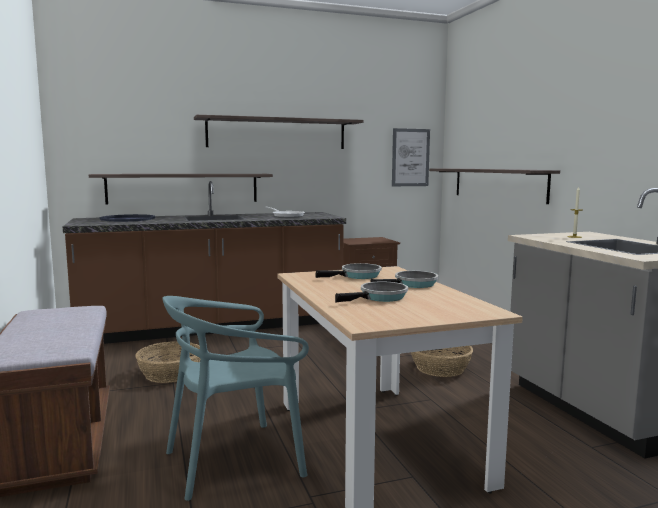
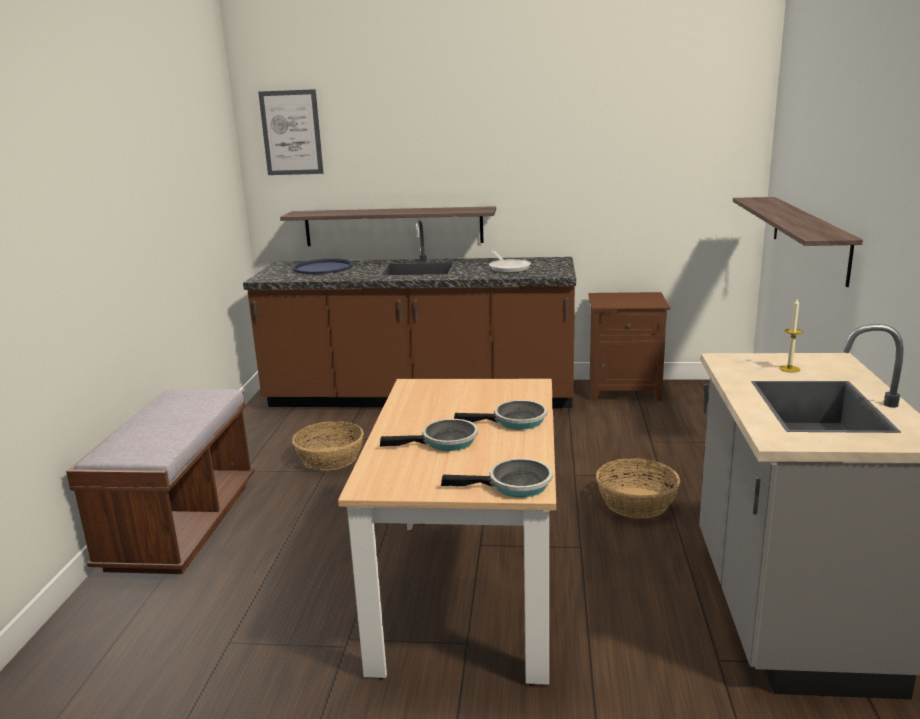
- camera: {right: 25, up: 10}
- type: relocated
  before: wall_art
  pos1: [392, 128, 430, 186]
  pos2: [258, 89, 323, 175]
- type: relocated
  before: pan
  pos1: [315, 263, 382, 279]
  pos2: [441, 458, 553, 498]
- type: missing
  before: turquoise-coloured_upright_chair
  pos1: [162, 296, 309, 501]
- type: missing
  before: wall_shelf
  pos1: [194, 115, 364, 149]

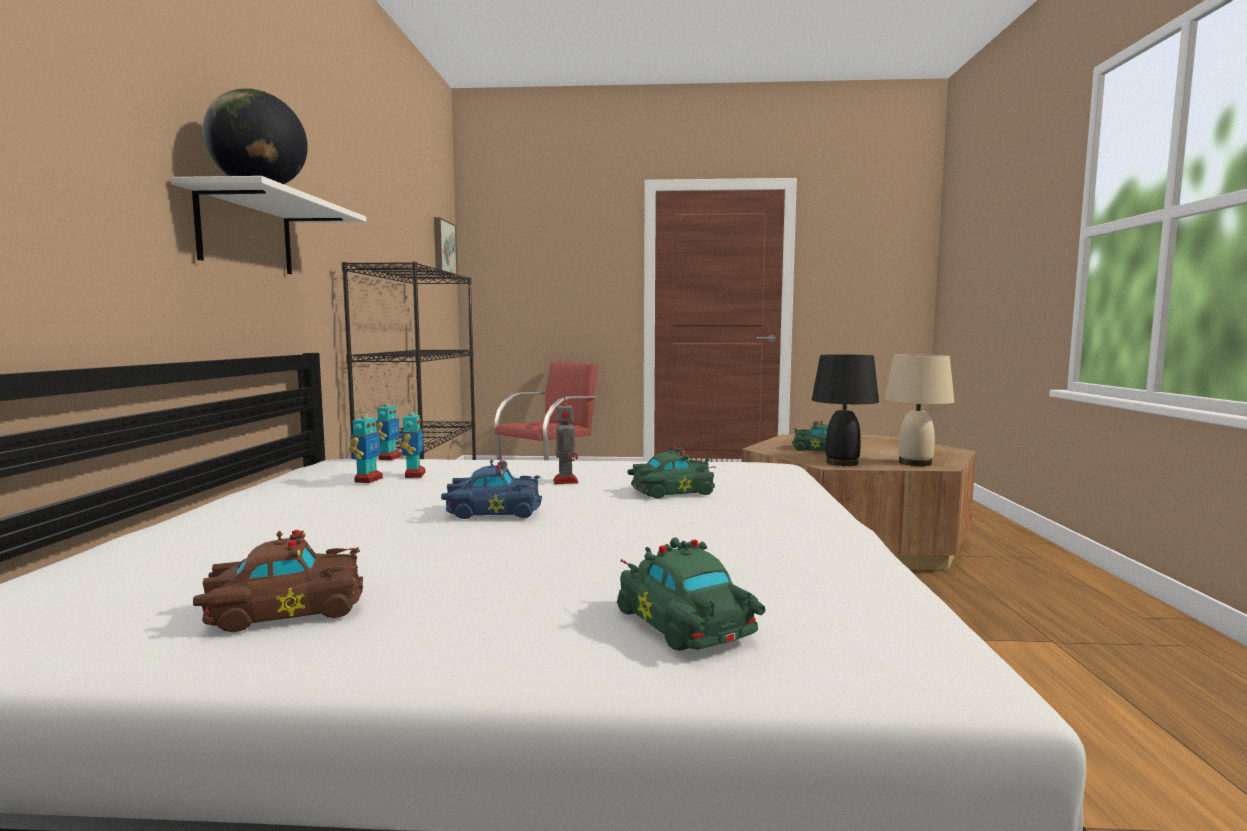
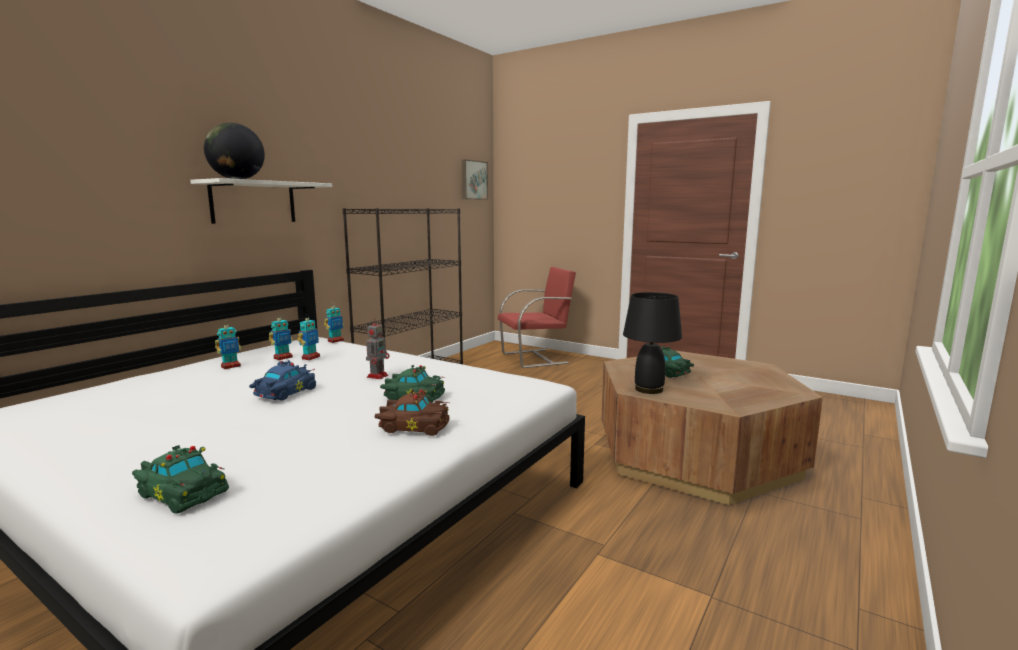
- camera: {right: 30, up: 5}
- type: spun
  before: greenish_miniature_car
  pos1: [617, 538, 765, 651]
  pos2: [132, 445, 229, 514]
  turn: 120
- type: appeared
  after: model_robot
  pos2: [215, 321, 241, 369]
- type: spun
  before: blue_miniature_car
  pos1: [441, 459, 542, 519]
  pos2: [249, 360, 316, 400]
  turn: -90
- type: relocated
  before: brown-coloured_miniature_car
  pos1: [193, 530, 363, 632]
  pos2: [375, 389, 450, 436]
- type: missing
  before: sand-coloured_tabletop_lamp
  pos1: [884, 354, 954, 466]

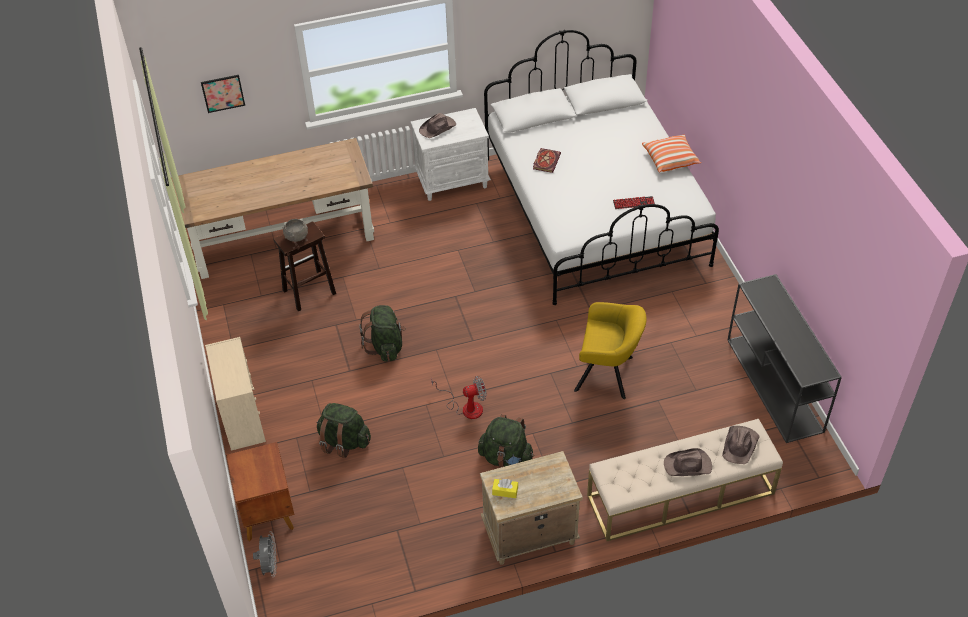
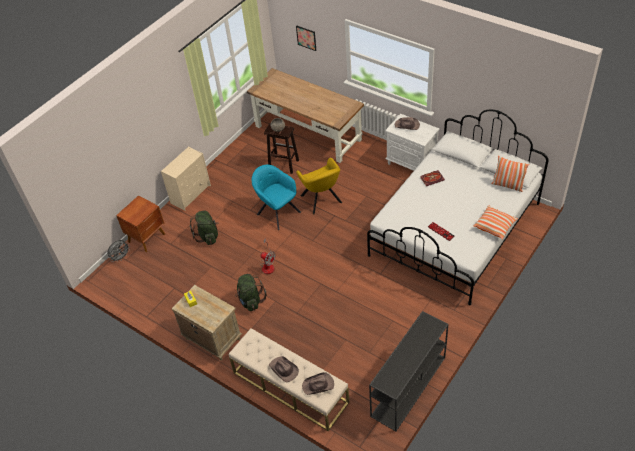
- camera: {right: 55, up: 0}
- type: exchanged
  before: greenish_knapsack
  after: turquoise-coloured_lounge_chair
  pos1: [359, 305, 406, 362]
  pos2: [252, 165, 301, 230]
- type: relocated
  before: yellow_lounge_chair
  pos1: [574, 302, 646, 399]
  pos2: [296, 158, 342, 215]
- type: appeared
  after: pillow
  pos2: [491, 156, 529, 192]

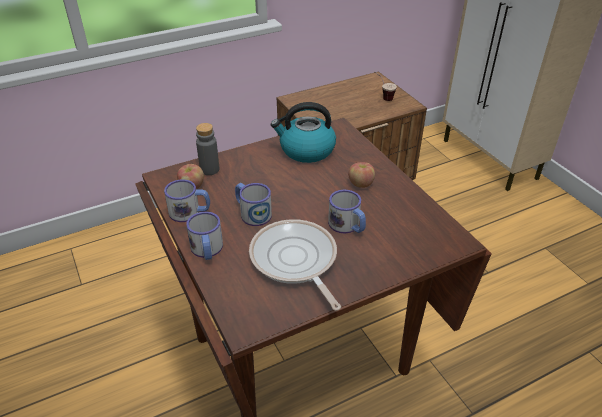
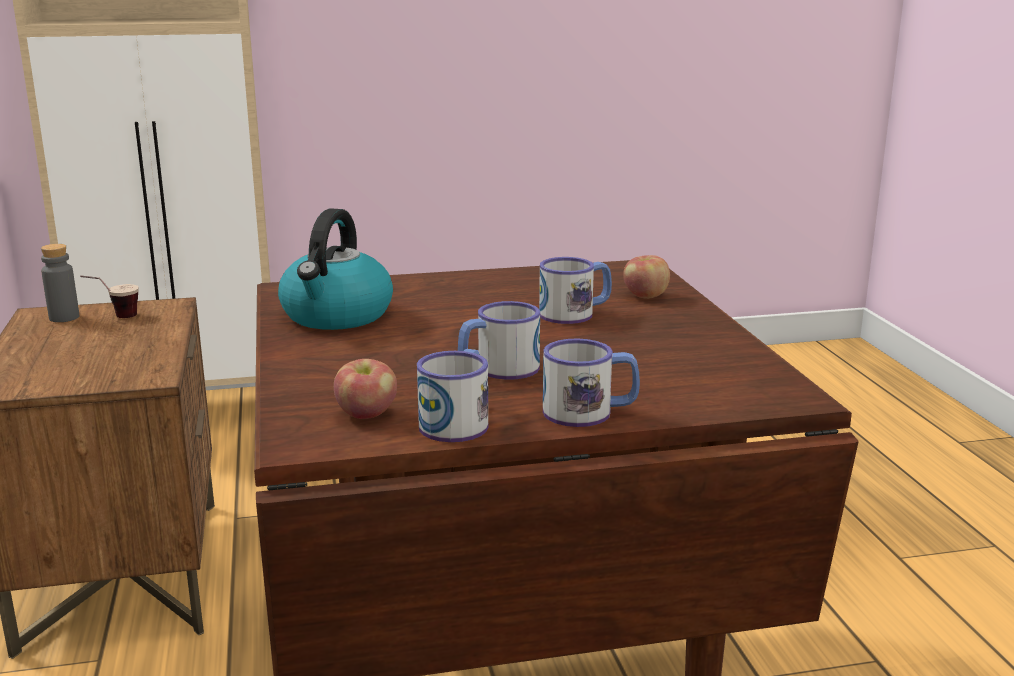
- camera: {right: -75, up: -20}
- type: relocated
  before: greyish_drink_bottle
  pos1: [196, 123, 219, 175]
  pos2: [41, 244, 79, 322]
- type: relocated
  before: apple
  pos1: [348, 162, 375, 188]
  pos2: [623, 255, 670, 299]
- type: missing
  before: pan
  pos1: [249, 219, 341, 311]

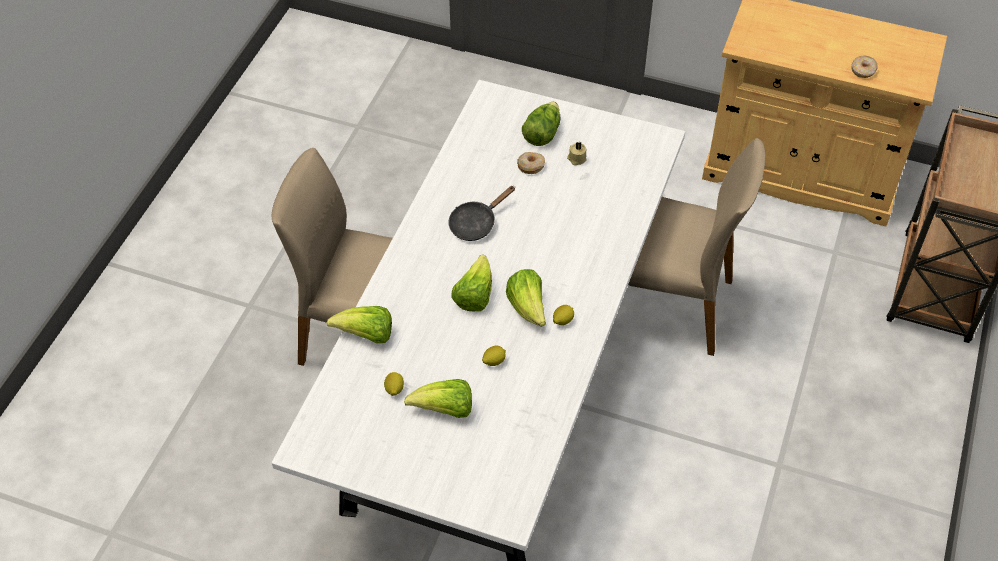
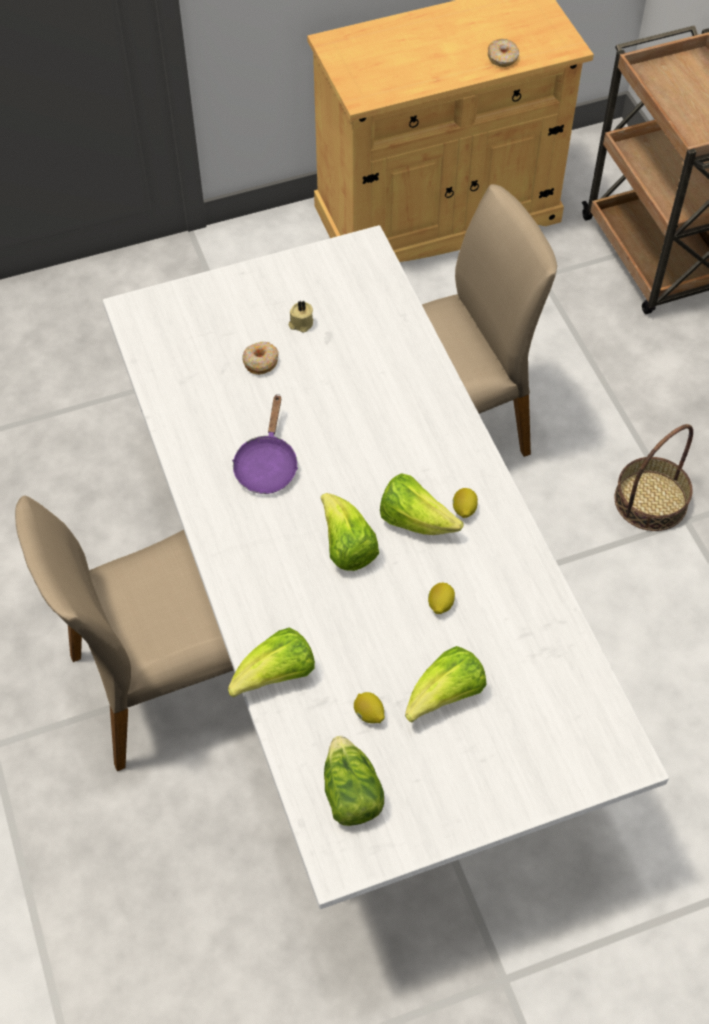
- camera: {right: -40, up: 5}
- type: colour
  before: black-coloured_pan
  after: purple-coloured_pan
  pos1: [448, 186, 515, 241]
  pos2: [232, 394, 298, 494]
- type: relocated
  before: head_of_lettuce
  pos1: [522, 101, 560, 146]
  pos2: [324, 736, 384, 826]
- type: appeared
  after: basket
  pos2: [615, 424, 693, 531]

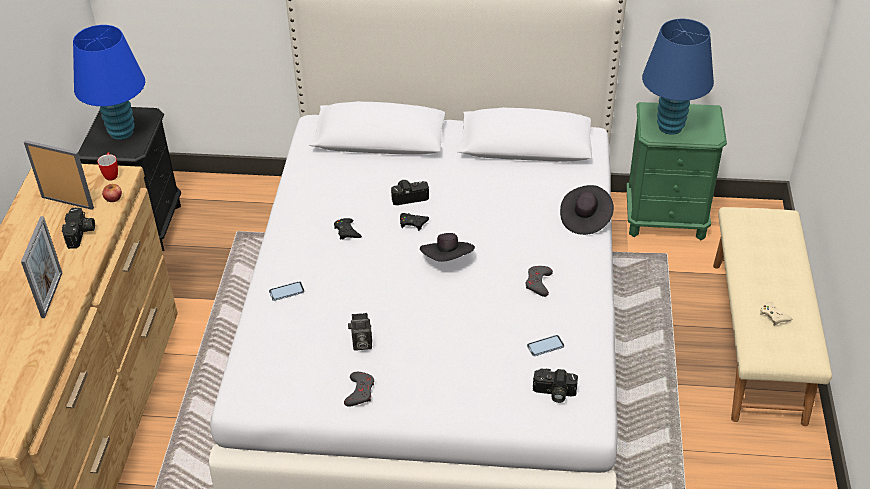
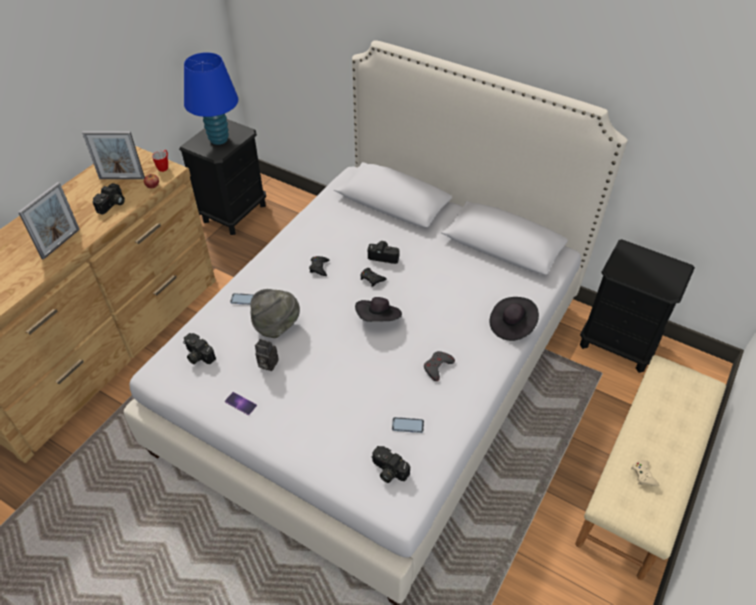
- camera: {right: 25, up: 5}
- type: spun
  before: picture_frame
  pos1: [24, 140, 94, 210]
  pos2: [82, 131, 145, 179]
  turn: 135
- type: appeared
  after: still_camera
  pos2: [183, 333, 216, 364]
- type: exchanged
  before: greyish_joypad
  after: handset
  pos1: [344, 372, 374, 407]
  pos2: [225, 392, 257, 415]
- type: appeared
  after: greyish_clothing_hat
  pos2: [250, 289, 300, 338]
- type: colour
  before: greenish_nightstand
  after: black-coloured_nightstand
  pos1: [626, 102, 727, 240]
  pos2: [580, 239, 695, 373]
- type: missing
  before: blue_tabletop_lamp
  pos1: [642, 19, 714, 135]

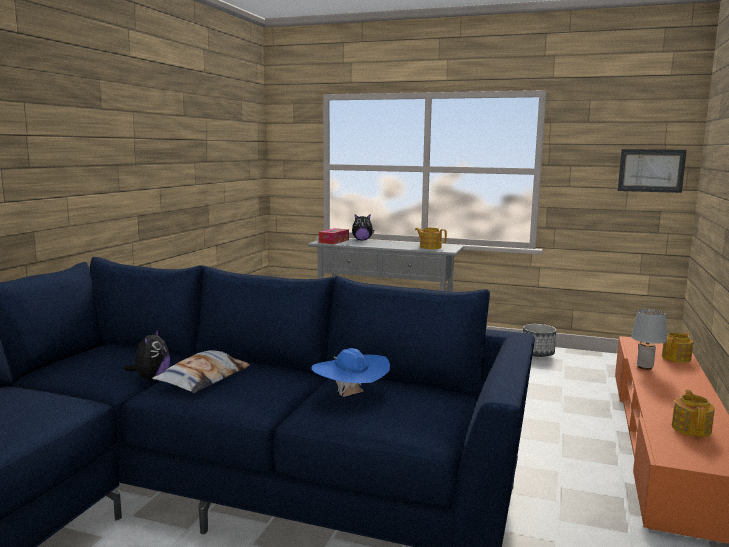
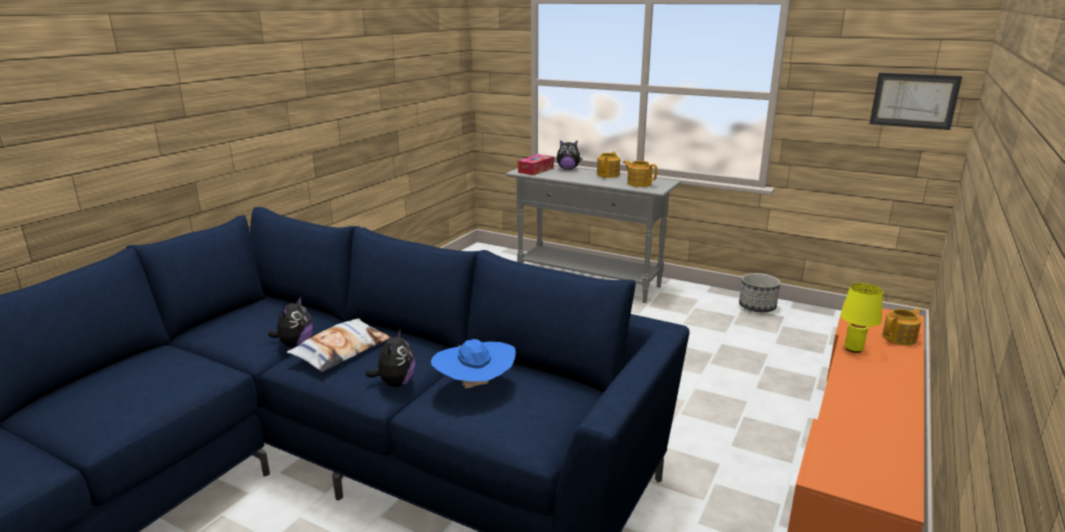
- camera: {right: 10, up: 10}
- type: appeared
  after: plush_toy
  pos2: [365, 329, 416, 387]
- type: relocated
  before: pot_for_tea
  pos1: [672, 389, 715, 437]
  pos2: [597, 152, 620, 178]
- type: colour
  before: greyish_tabletop_lamp
  after: yellow_tabletop_lamp
  pos1: [631, 309, 667, 370]
  pos2: [840, 283, 883, 353]

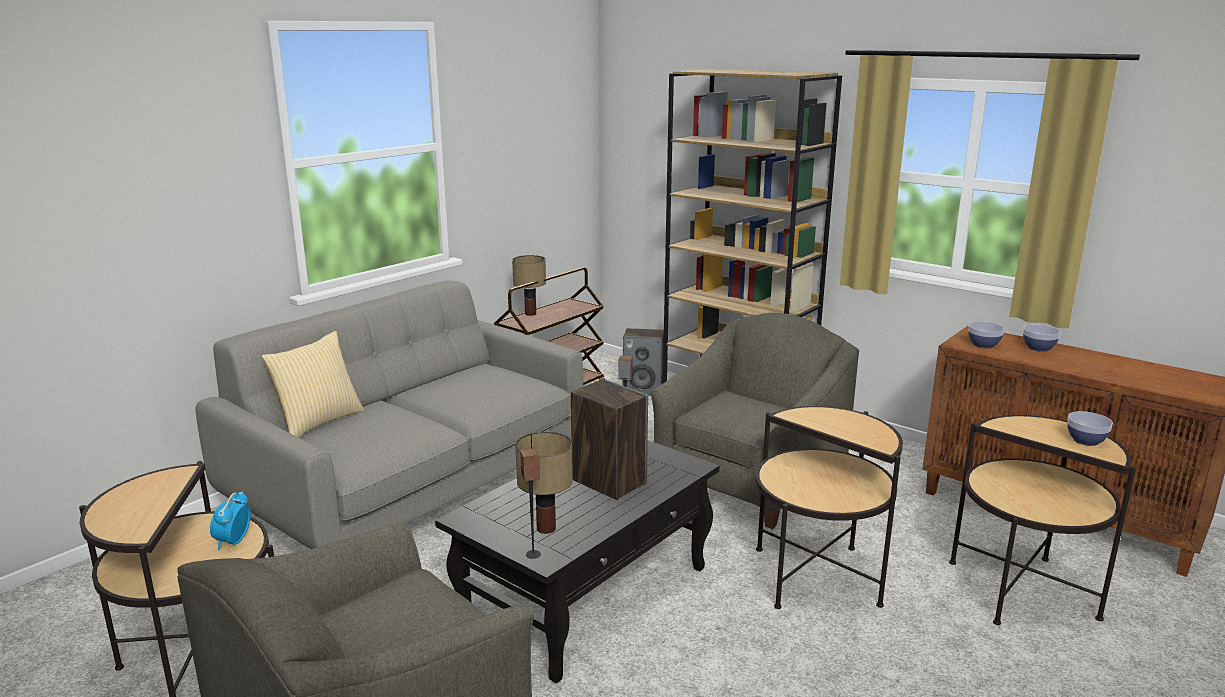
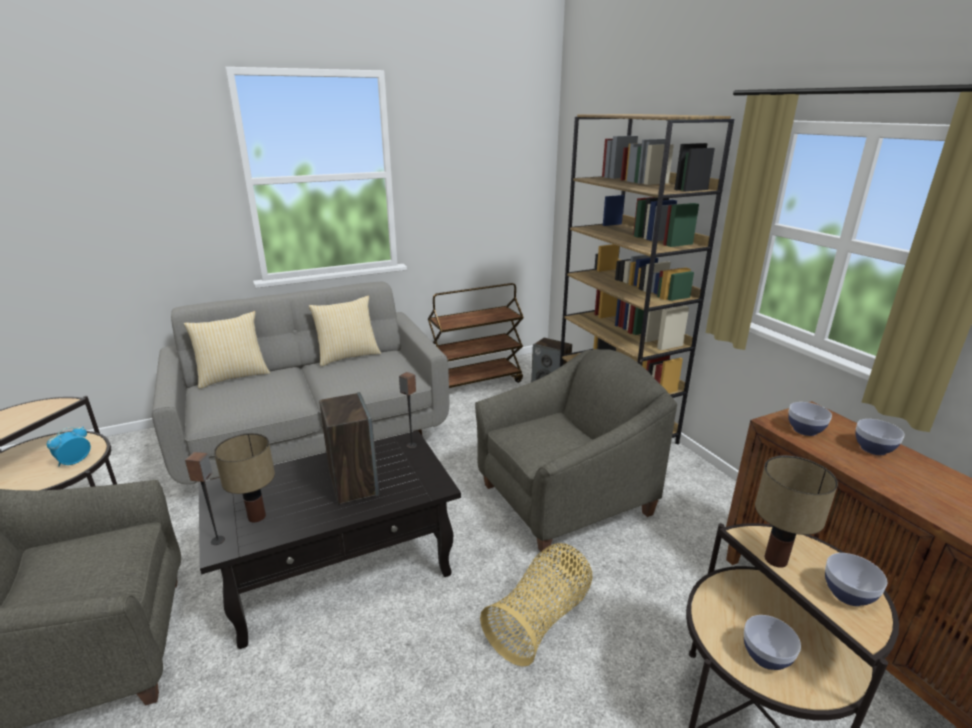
- camera: {right: 25, up: 5}
- type: appeared
  after: pillow
  pos2: [309, 296, 381, 366]
- type: exchanged
  before: side_table
  after: basket
  pos1: [756, 406, 903, 609]
  pos2: [480, 543, 593, 667]
- type: appeared
  after: bowl
  pos2: [744, 615, 801, 670]
- type: relocated
  before: tabletop_lamp
  pos1: [512, 255, 546, 316]
  pos2: [755, 455, 838, 568]

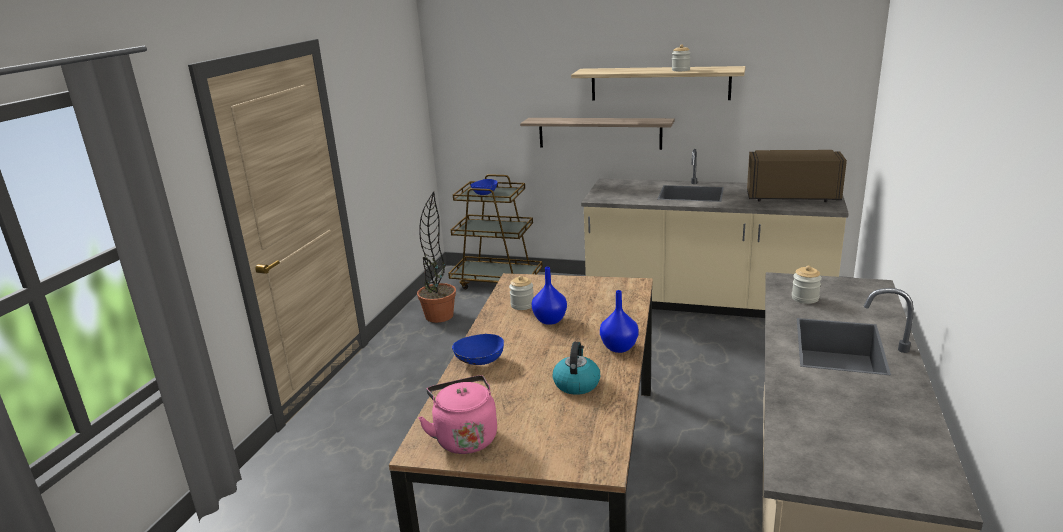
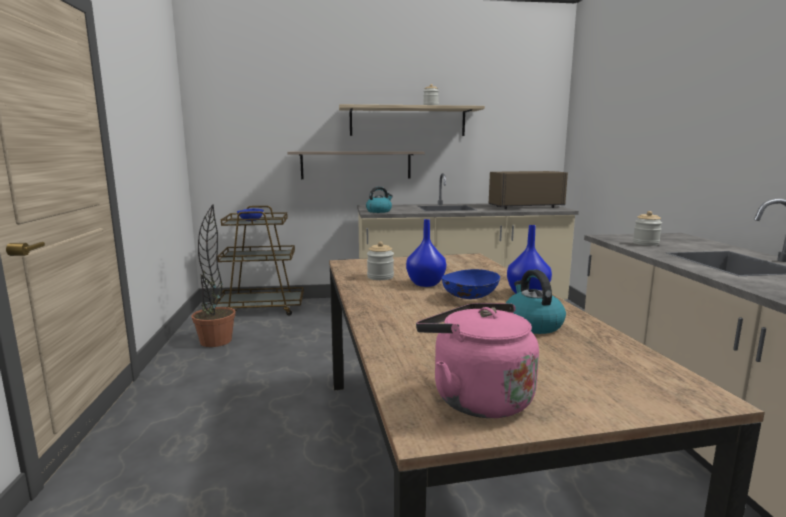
- camera: {right: -25, up: -10}
- type: appeared
  after: water_kettle
  pos2: [366, 187, 393, 213]
- type: relocated
  before: blue_bowl
  pos1: [452, 334, 504, 365]
  pos2: [442, 269, 500, 299]

